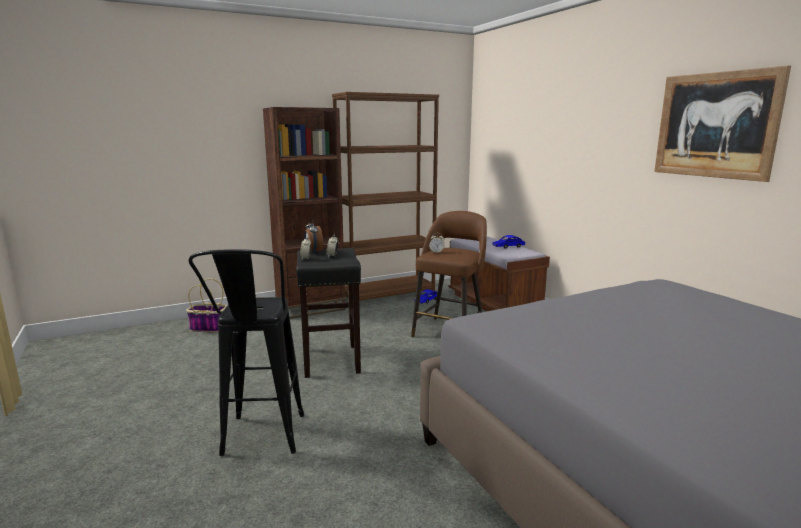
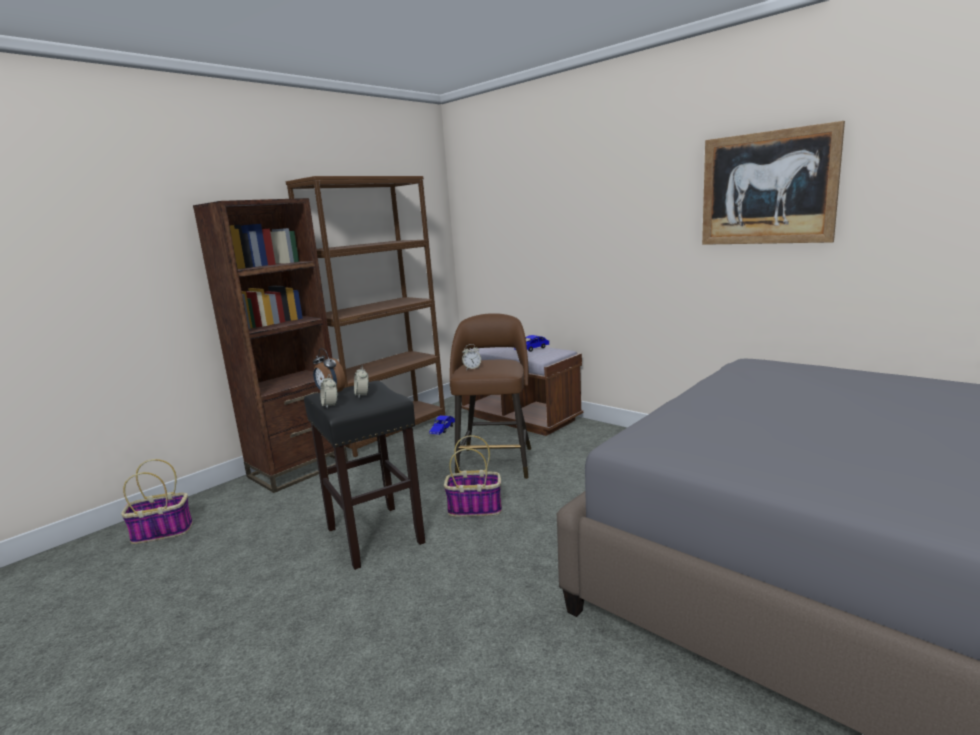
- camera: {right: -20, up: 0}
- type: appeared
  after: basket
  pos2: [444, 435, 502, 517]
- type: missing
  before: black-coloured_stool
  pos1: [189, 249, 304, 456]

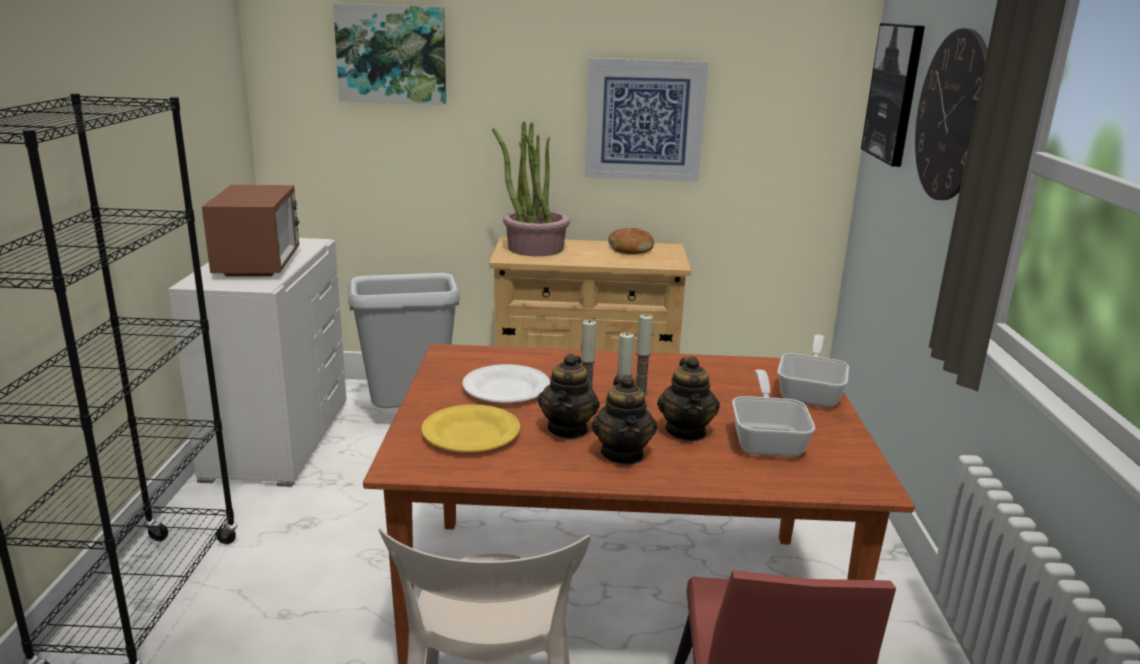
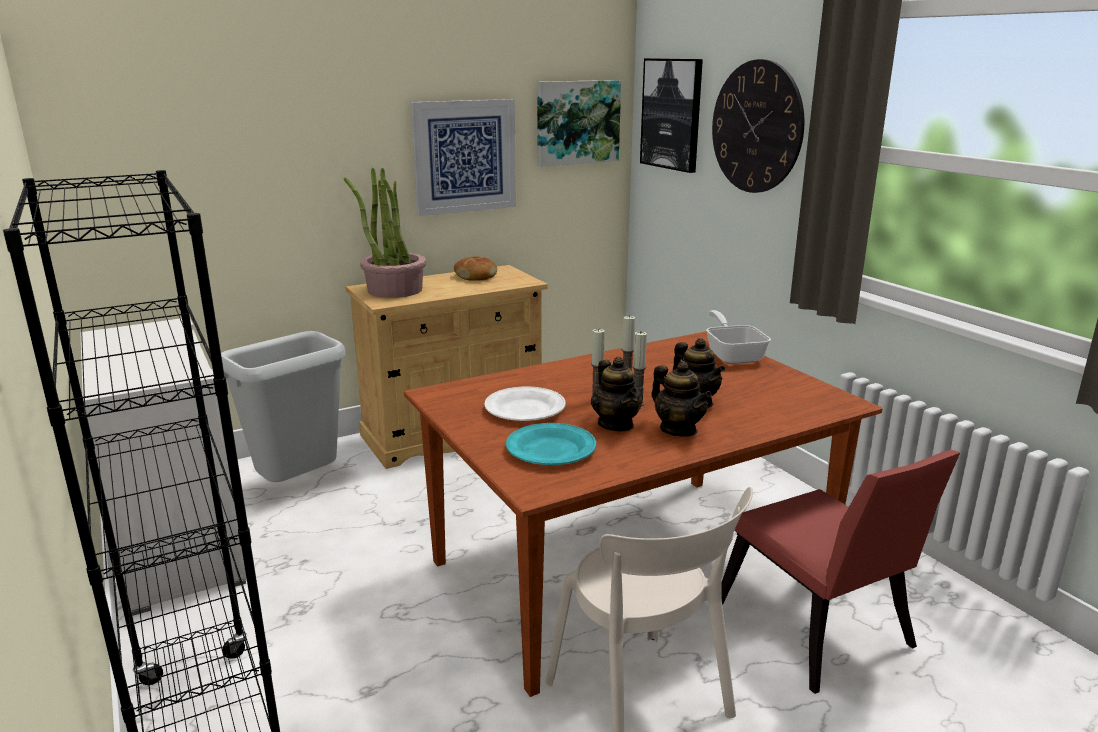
- camera: {right: -30, up: 0}
- type: colour
  before: yellow_dinner_plate
  after: turquoise-coloured_dinner_plate
  pos1: [422, 404, 520, 452]
  pos2: [506, 423, 596, 465]
- type: relocated
  before: wall_art
  pos1: [333, 4, 446, 105]
  pos2: [537, 80, 621, 167]
- type: missing
  before: microwave
  pos1: [202, 185, 300, 276]
- type: missing
  before: pan
  pos1: [732, 370, 815, 457]

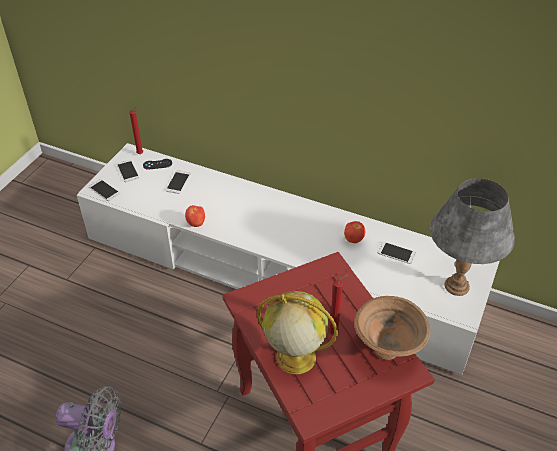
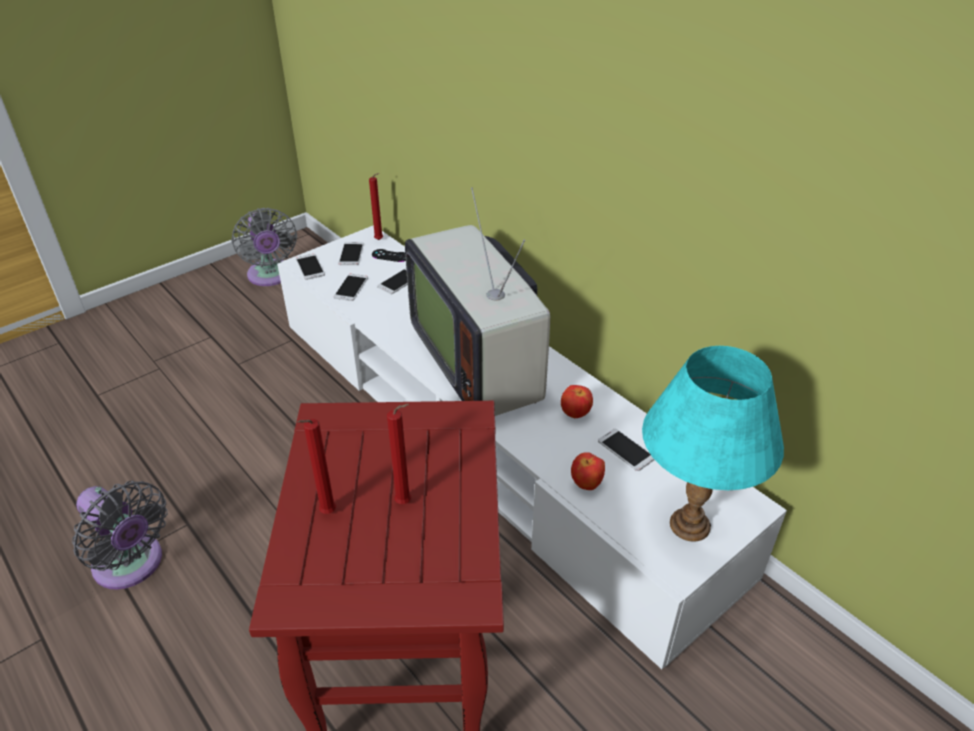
- camera: {right: 25, up: -5}
- type: appeared
  after: greyish_cooling_fan
  pos2: [231, 208, 297, 286]
- type: exchanged
  before: globe
  after: reddish_wax_light
  pos1: [257, 291, 338, 374]
  pos2: [297, 419, 336, 514]
- type: appeared
  after: handset
  pos2: [334, 274, 368, 301]
- type: appeared
  after: TV
  pos2: [405, 187, 550, 416]
- type: relocated
  before: apple
  pos1: [185, 205, 205, 227]
  pos2: [571, 452, 605, 490]
- type: colour
  before: greyish_tabletop_lamp
  after: turquoise-coloured_tabletop_lamp
  pos1: [430, 178, 515, 296]
  pos2: [642, 346, 784, 542]
- type: missing
  before: brown-coloured_bowl
  pos1: [354, 296, 430, 360]

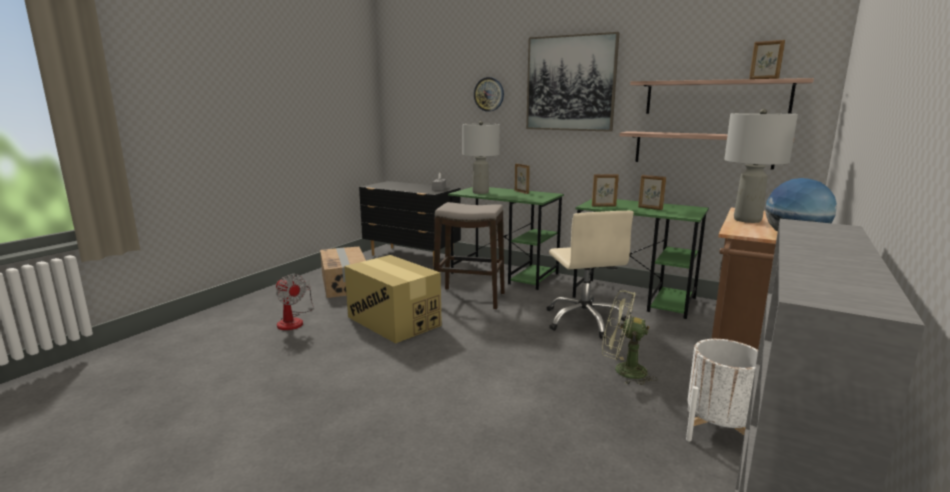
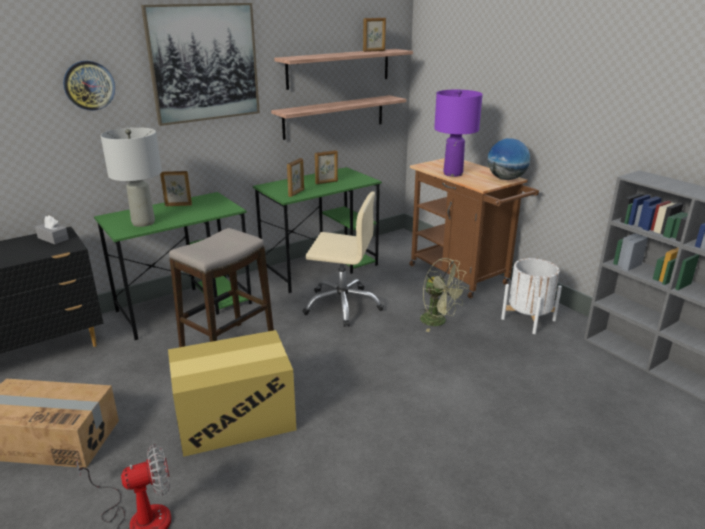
- camera: {right: -65, up: 10}
- type: spun
  before: greenish_cooling_fan
  pos1: [602, 290, 656, 385]
  pos2: [420, 258, 468, 332]
  turn: -90
- type: colour
  before: greyish_tabletop_lamp
  after: purple-coloured_tabletop_lamp
  pos1: [724, 109, 798, 223]
  pos2: [434, 89, 483, 177]

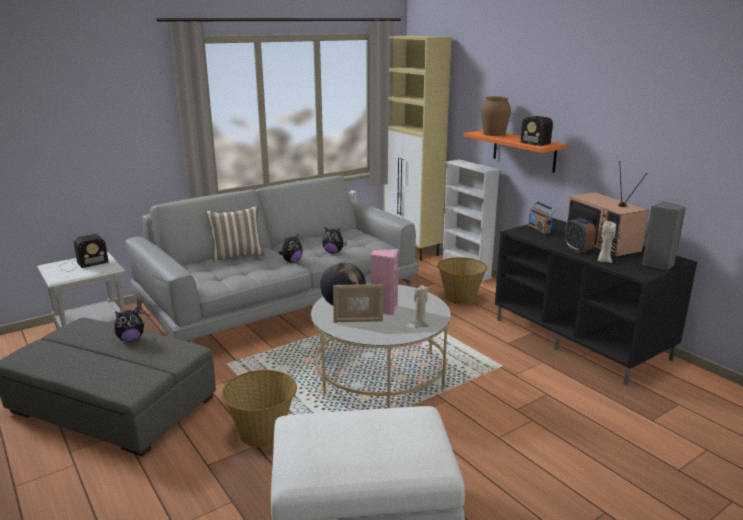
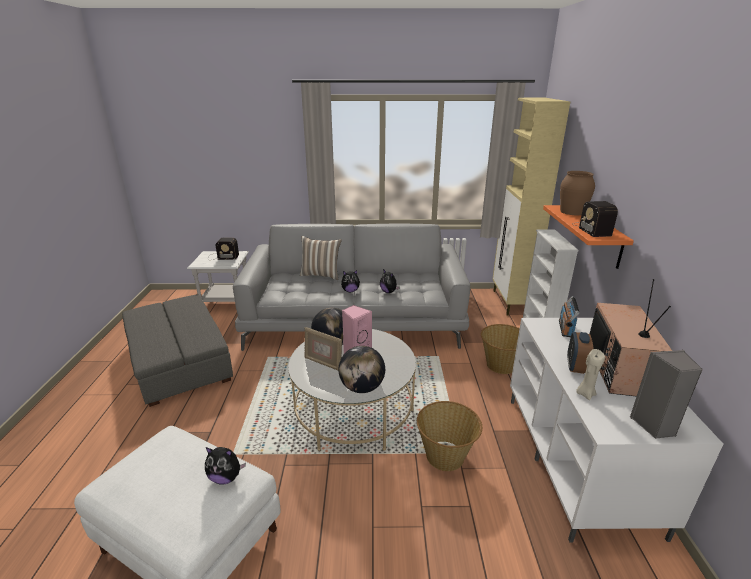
- camera: {right: 35, up: 5}
- type: relocated
  before: plush_toy
  pos1: [114, 308, 145, 342]
  pos2: [205, 447, 246, 484]
- type: exchanged
  before: sand-coloured_wax_light
  after: globe
  pos1: [410, 285, 429, 328]
  pos2: [338, 346, 385, 393]
- type: relocated
  before: basket
  pos1: [222, 370, 297, 447]
  pos2: [417, 401, 482, 471]
- type: colour
  before: black-coloured_tv_unit
  after: white-coloured_tv_unit
  pos1: [495, 218, 697, 385]
  pos2: [510, 318, 723, 543]

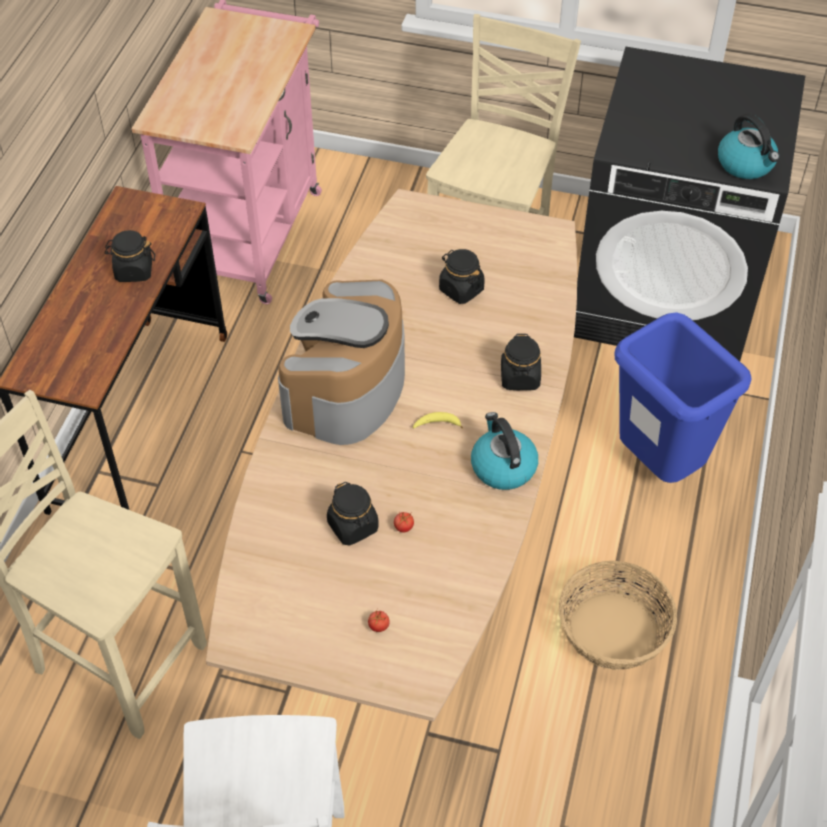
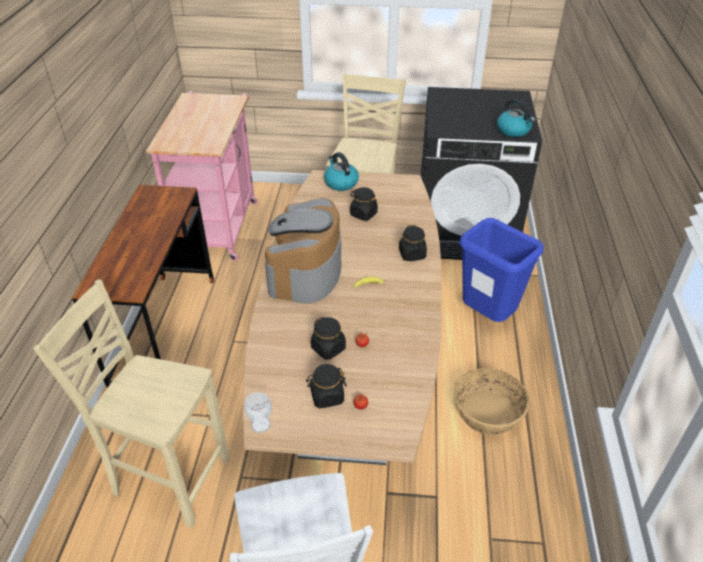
- camera: {right: -10, up: -10}
- type: appeared
  after: cup
  pos2: [244, 392, 272, 433]
- type: relocated
  before: black-coloured_preserve_jar
  pos1: [104, 230, 155, 282]
  pos2: [306, 364, 347, 408]
- type: relocated
  before: water_kettle
  pos1: [471, 412, 538, 490]
  pos2: [324, 152, 359, 191]

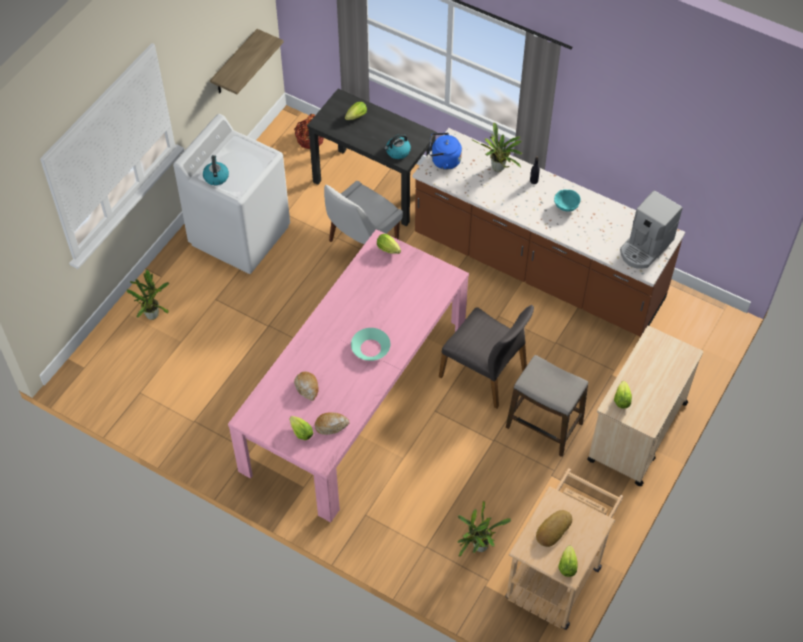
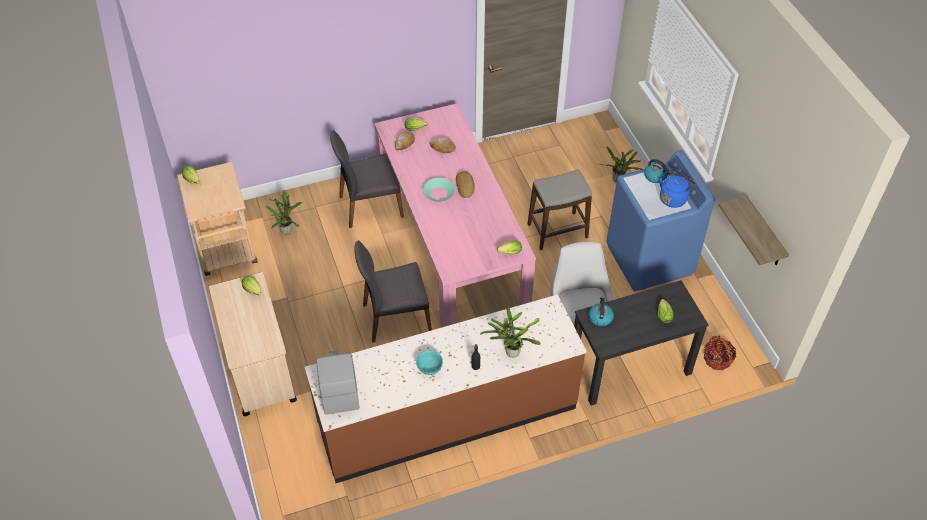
- camera: {right: 130, up: -5}
- type: appeared
  after: greyish_upright_chair
  pos2: [330, 130, 404, 228]
- type: relocated
  before: bread
  pos1: [536, 510, 572, 547]
  pos2: [456, 171, 475, 198]
- type: relocated
  before: stool
  pos1: [506, 355, 588, 457]
  pos2: [527, 169, 592, 250]
- type: colour
  before: white-coloured_washing_machine
  after: blue_washing_machine
  pos1: [173, 114, 290, 274]
  pos2: [607, 150, 715, 291]
- type: relocated
  before: blue_water_kettle
  pos1: [429, 133, 462, 170]
  pos2: [659, 171, 696, 208]

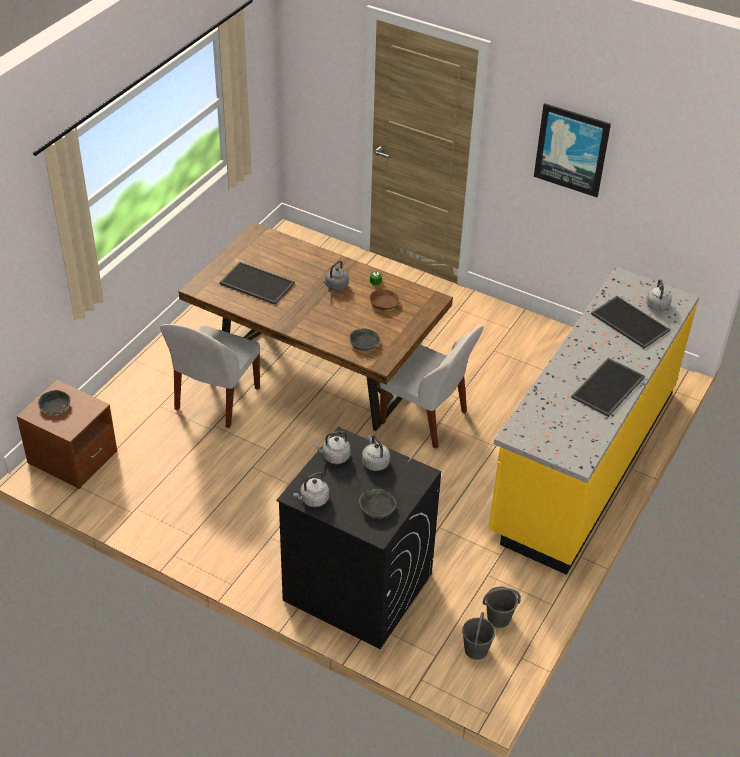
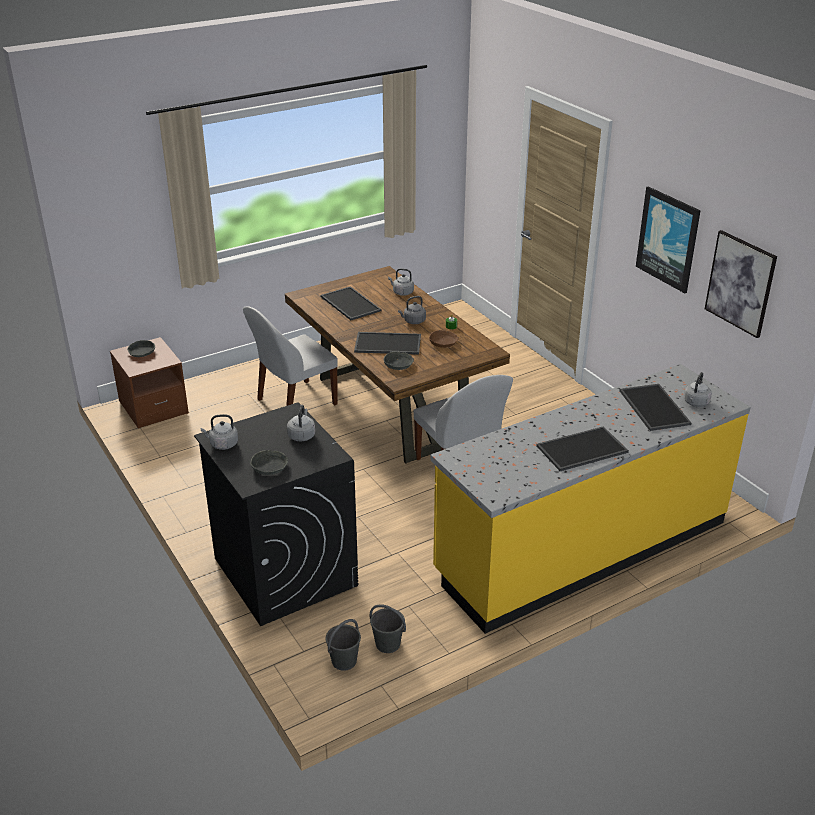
- camera: {right: 30, up: -10}
- type: appeared
  after: carrying_tray
  pos2: [354, 332, 421, 355]
- type: relocated
  before: greyish_water_kettle
  pos1: [314, 431, 350, 464]
  pos2: [388, 268, 414, 296]
- type: appeared
  after: wall_art
  pos2: [705, 230, 777, 338]

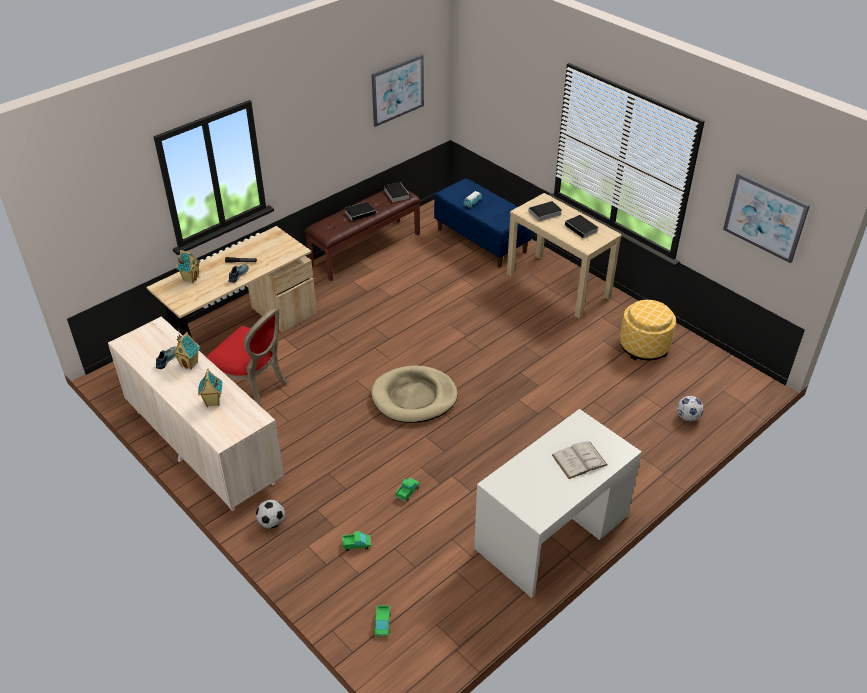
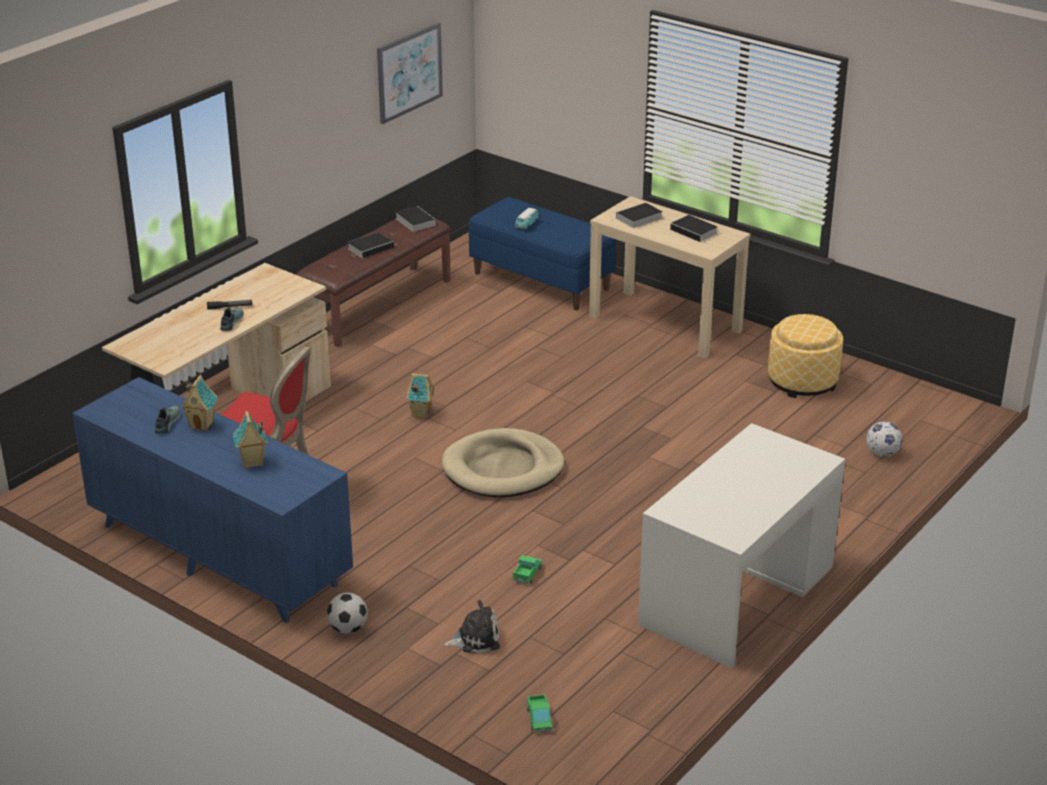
- camera: {right: -10, up: -10}
- type: colour
  before: sand-coloured_dresser
  after: blue_dresser
  pos1: [108, 317, 284, 511]
  pos2: [72, 377, 353, 623]
- type: relocated
  before: toy_house
  pos1: [176, 250, 200, 283]
  pos2: [406, 373, 435, 418]
- type: exchanged
  before: model_truck
  after: plush_toy
  pos1: [342, 531, 371, 551]
  pos2: [443, 600, 500, 653]
- type: missing
  before: white-coloured_book
  pos1: [552, 441, 607, 479]
- type: missing
  before: wall_art
  pos1: [723, 173, 810, 263]

